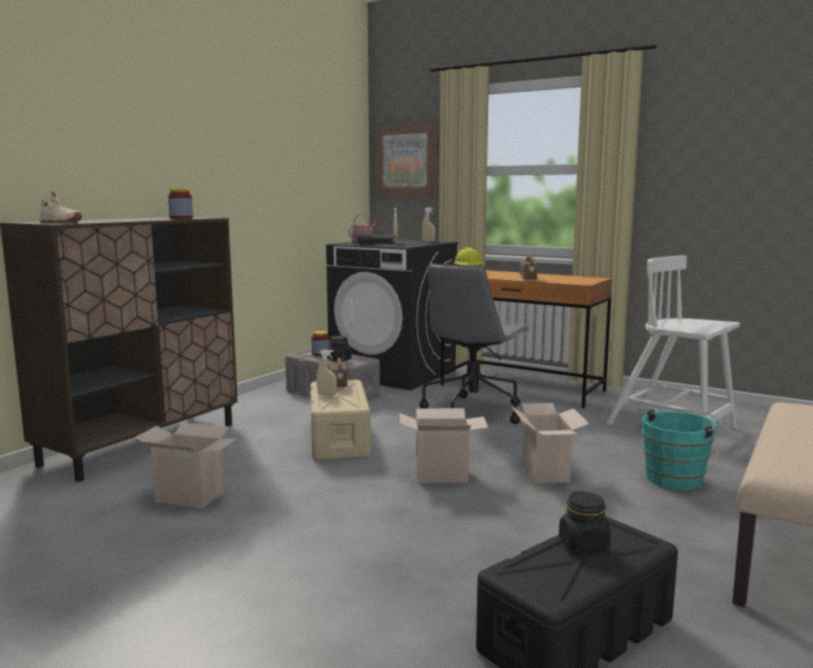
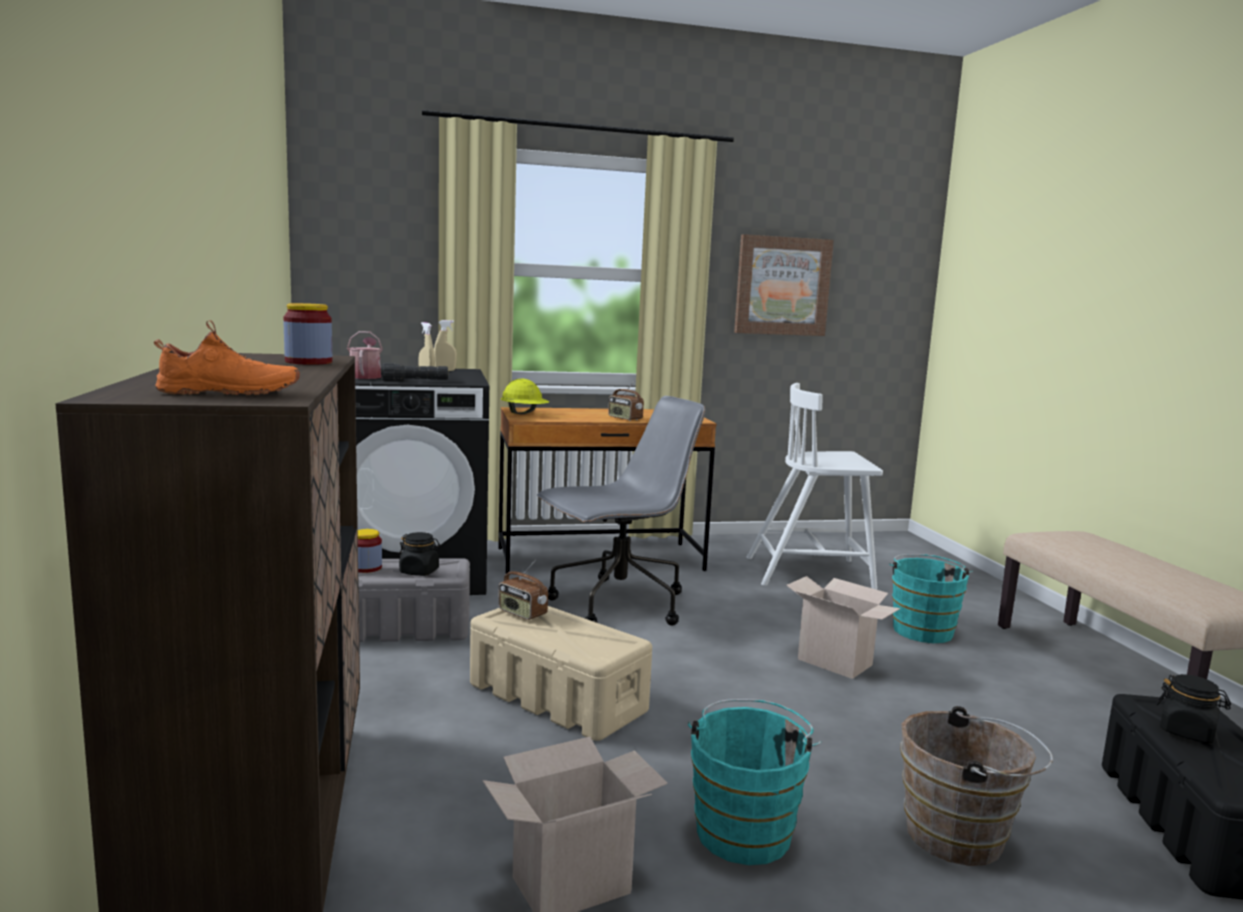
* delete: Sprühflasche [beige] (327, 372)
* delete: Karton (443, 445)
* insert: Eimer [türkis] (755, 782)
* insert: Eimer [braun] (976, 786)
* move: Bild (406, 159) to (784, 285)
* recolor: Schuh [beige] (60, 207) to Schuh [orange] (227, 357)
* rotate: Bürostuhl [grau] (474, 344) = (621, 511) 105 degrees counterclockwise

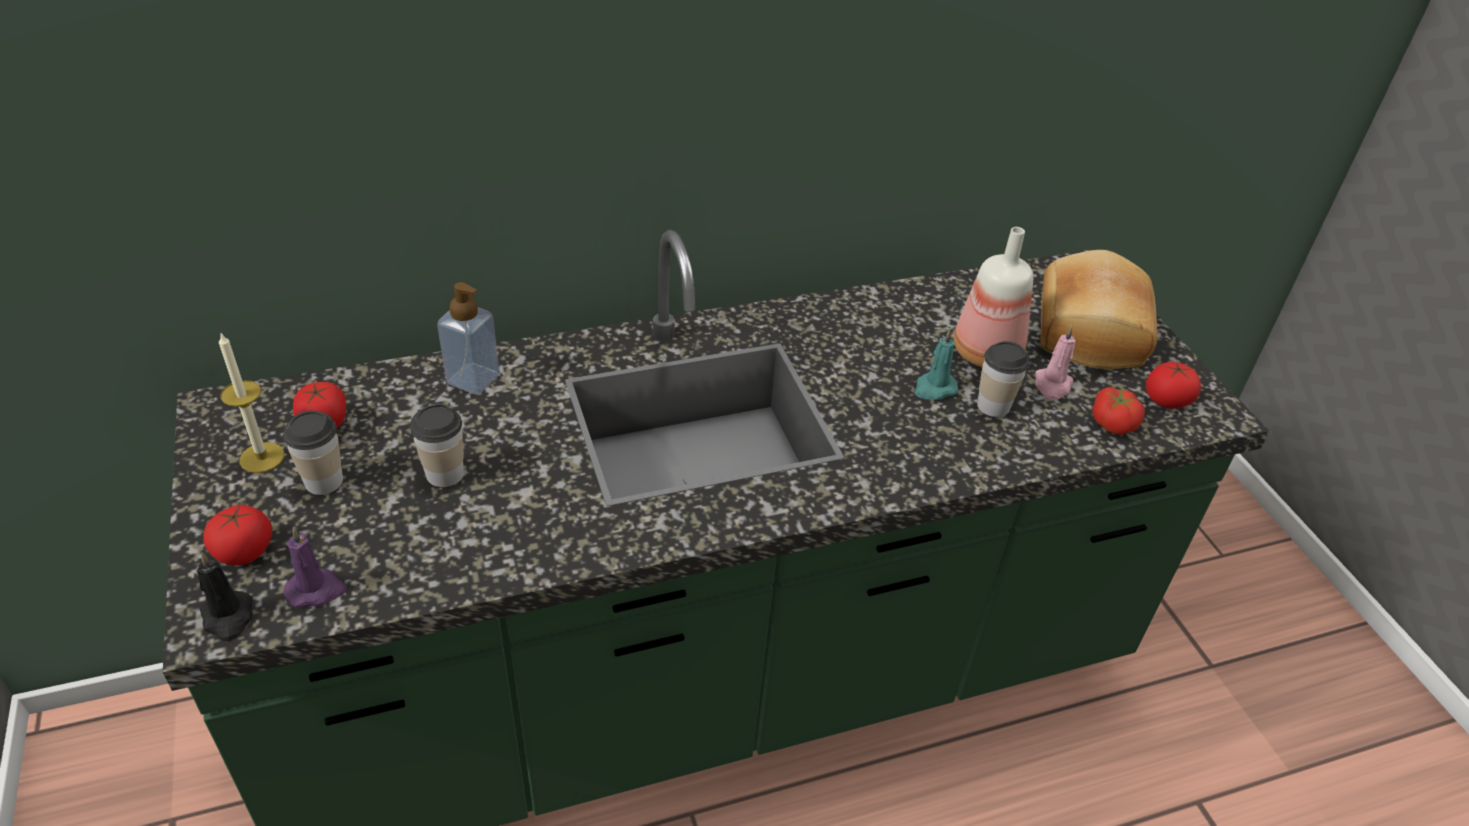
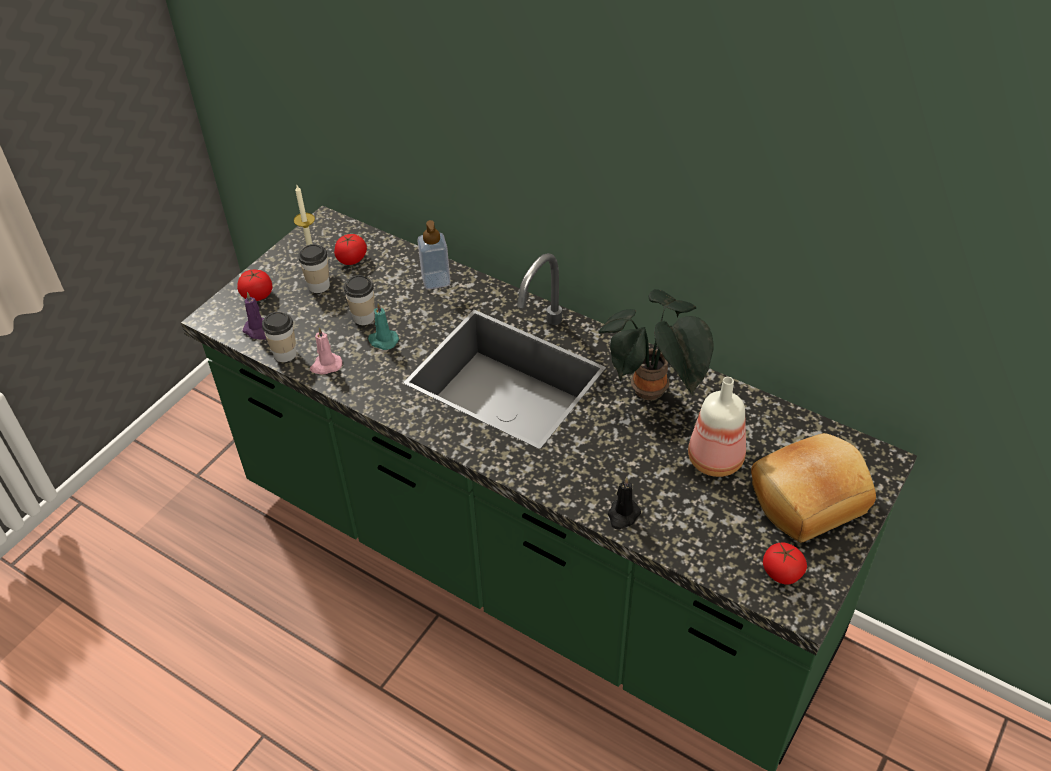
* delete: Tomate (1118, 411)
* insert: Topfpflanze (656, 344)
* move: Kerze [schwarz] (224, 596) to (624, 503)
* move: Kerze [türkis] (936, 364) to (383, 326)
* move: Tasse (1003, 379) to (279, 337)
* move: Kerze [rosa] (1055, 363) to (326, 350)

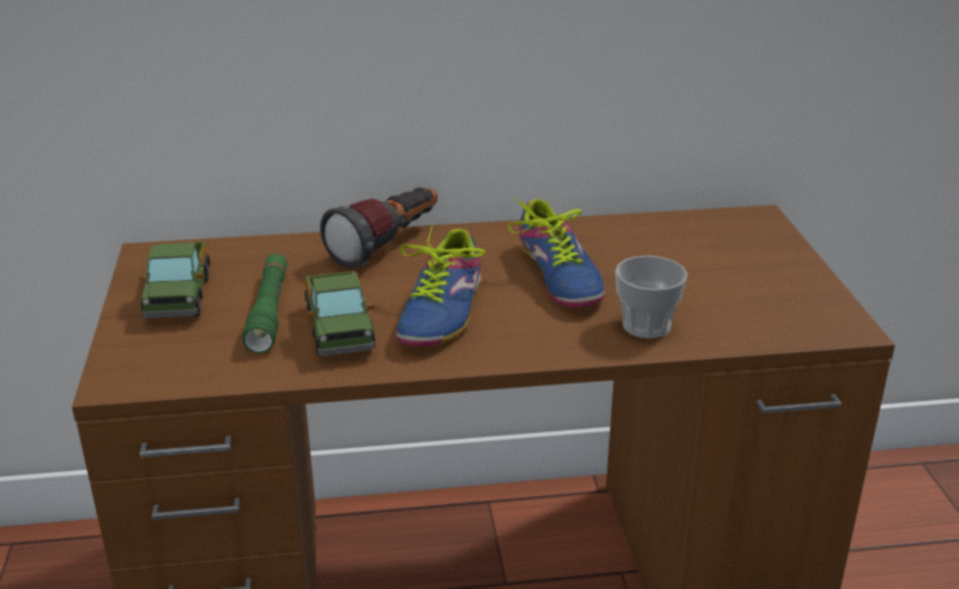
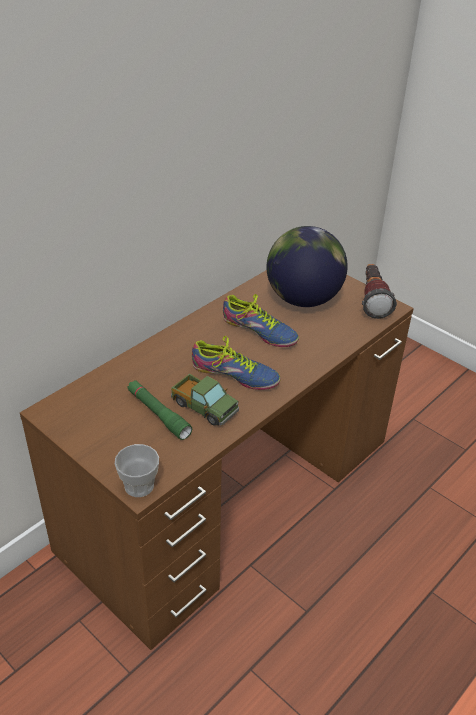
* delete: Spielzeuglaster (174, 280)
* insert: Globus (307, 266)
* move: Taschenlampe (379, 228) to (379, 291)
* move: Tasse (651, 297) to (137, 470)
* rotate: Schuh (440, 284) = (236, 363) 45 degrees counterclockwise

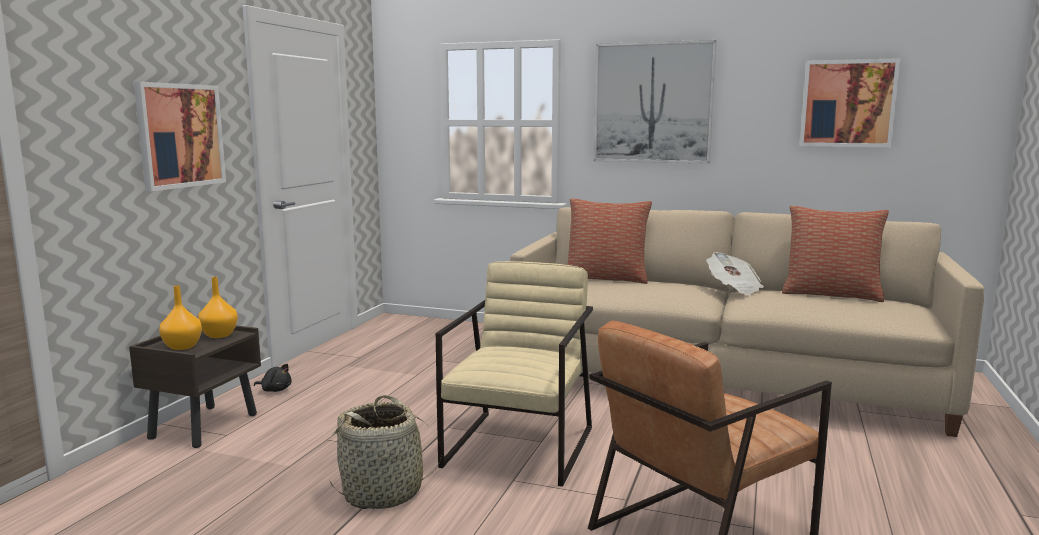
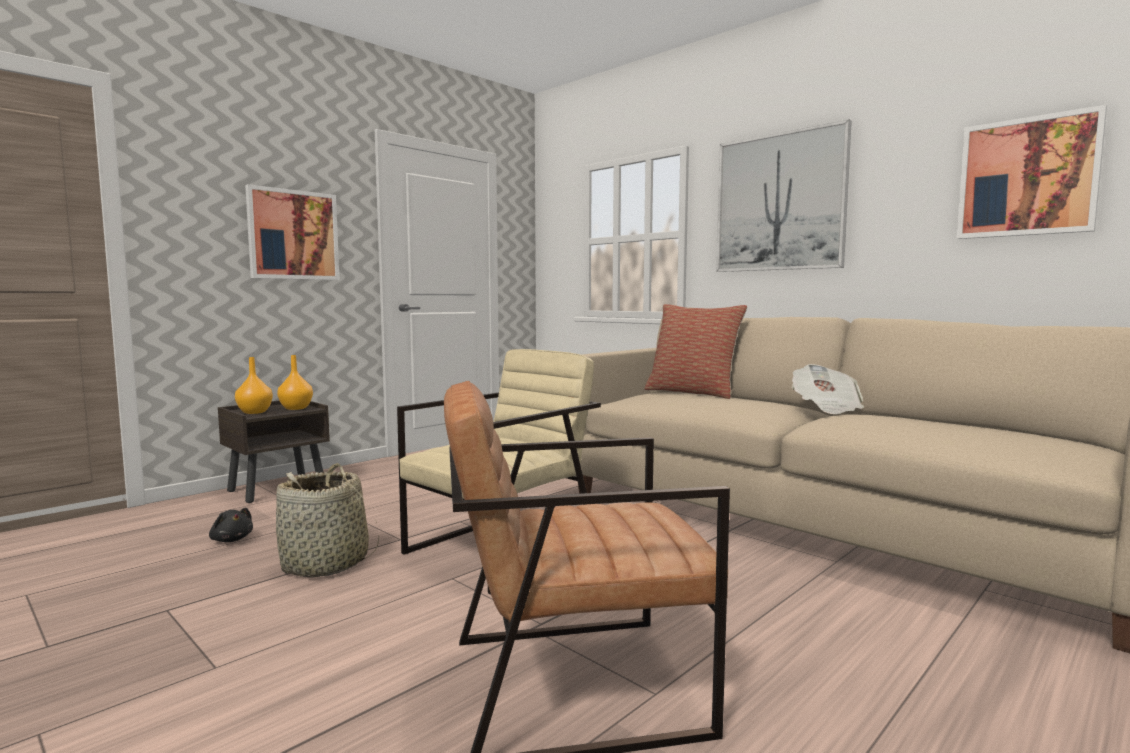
* delete: Kissen (835, 254)
* move: Plüschtier [schwarz] (273, 378) to (231, 525)

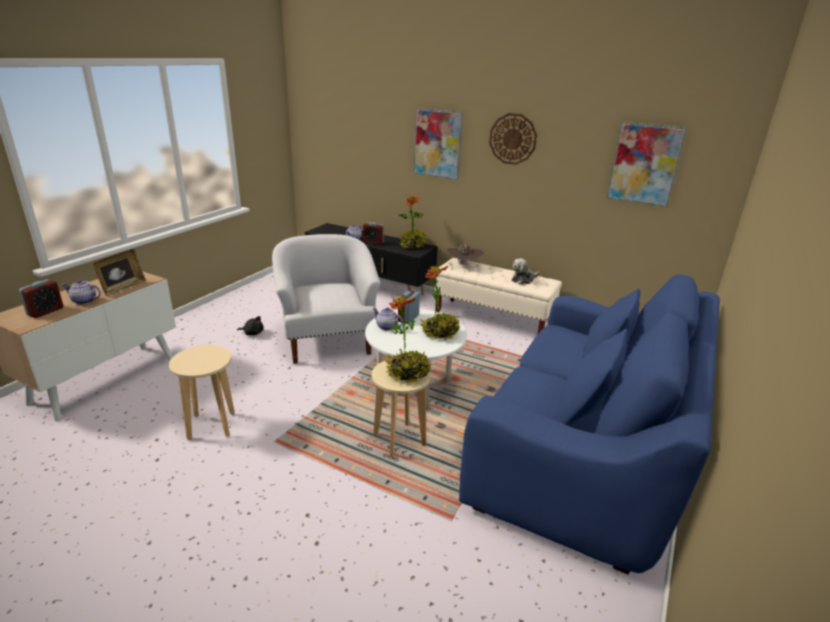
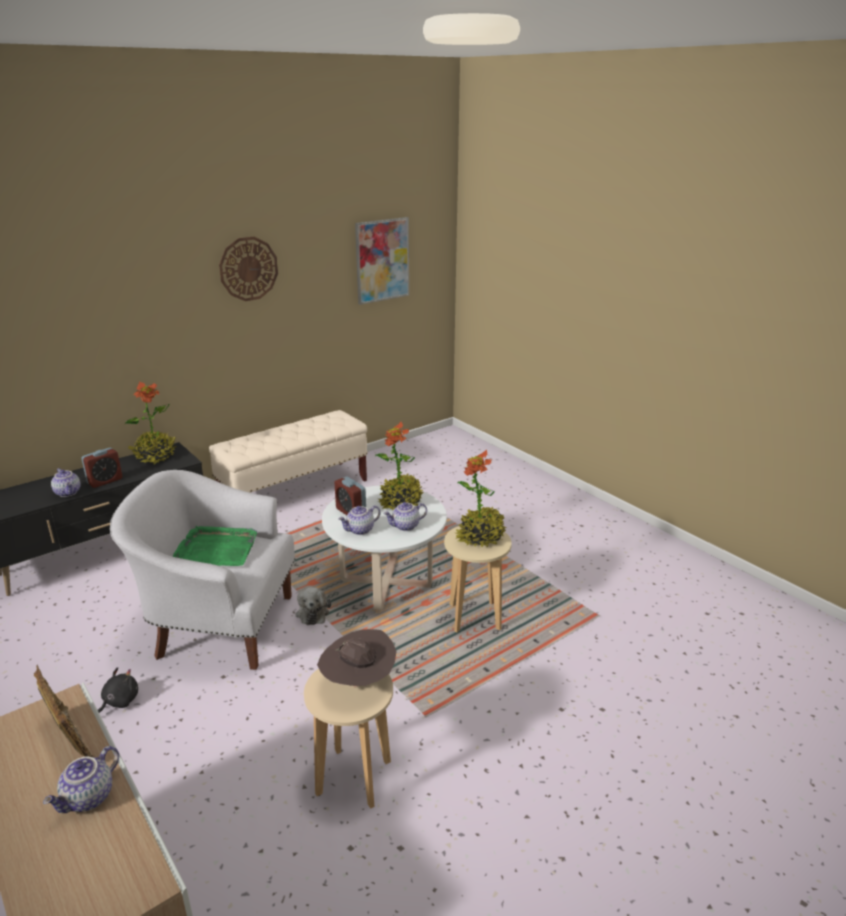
* delete: Wecker (41, 298)
* delete: Bild (438, 144)
* delete: Sofa [blau] (589, 424)
* insert: Tablett [grün] (215, 546)
* insert: Teekanne (405, 516)
* move: Hut [braun] (465, 254) to (357, 658)
* move: Plüschtier (526, 272) to (313, 606)

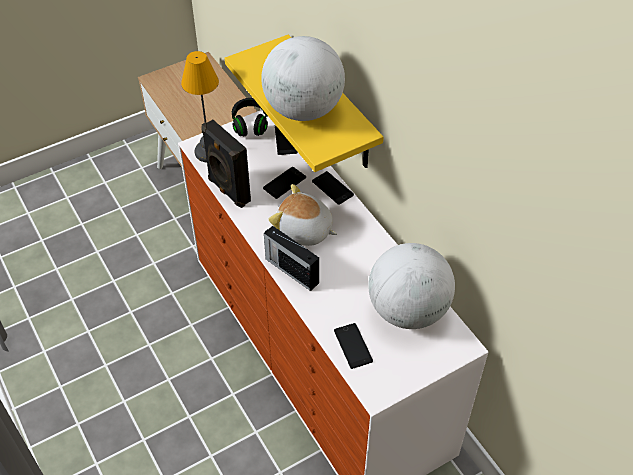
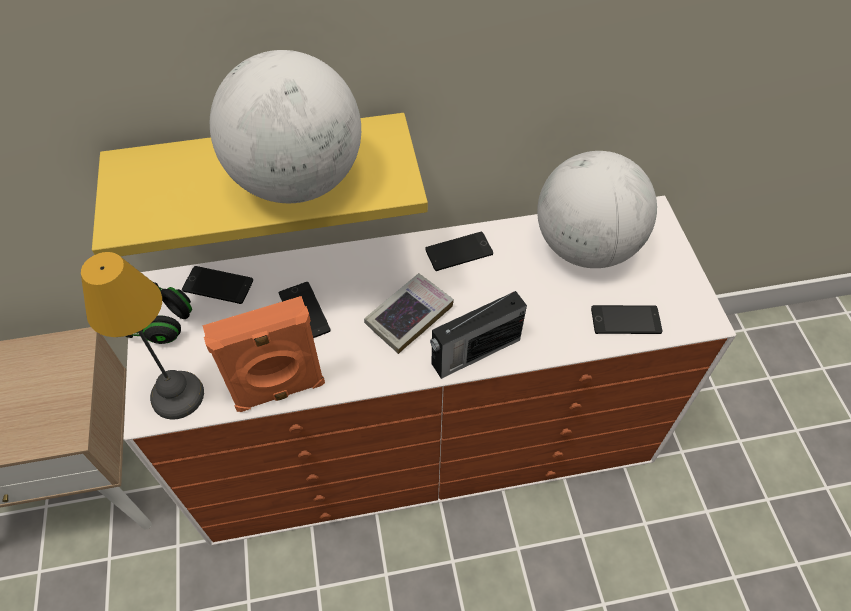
* move: Handy (333, 188) to (459, 251)
* replace: Plüschtier (302, 215) to Buch (409, 313)
* recolor: Lautsprecher [schwarz] (226, 164) to Lautsprecher [orange] (263, 354)

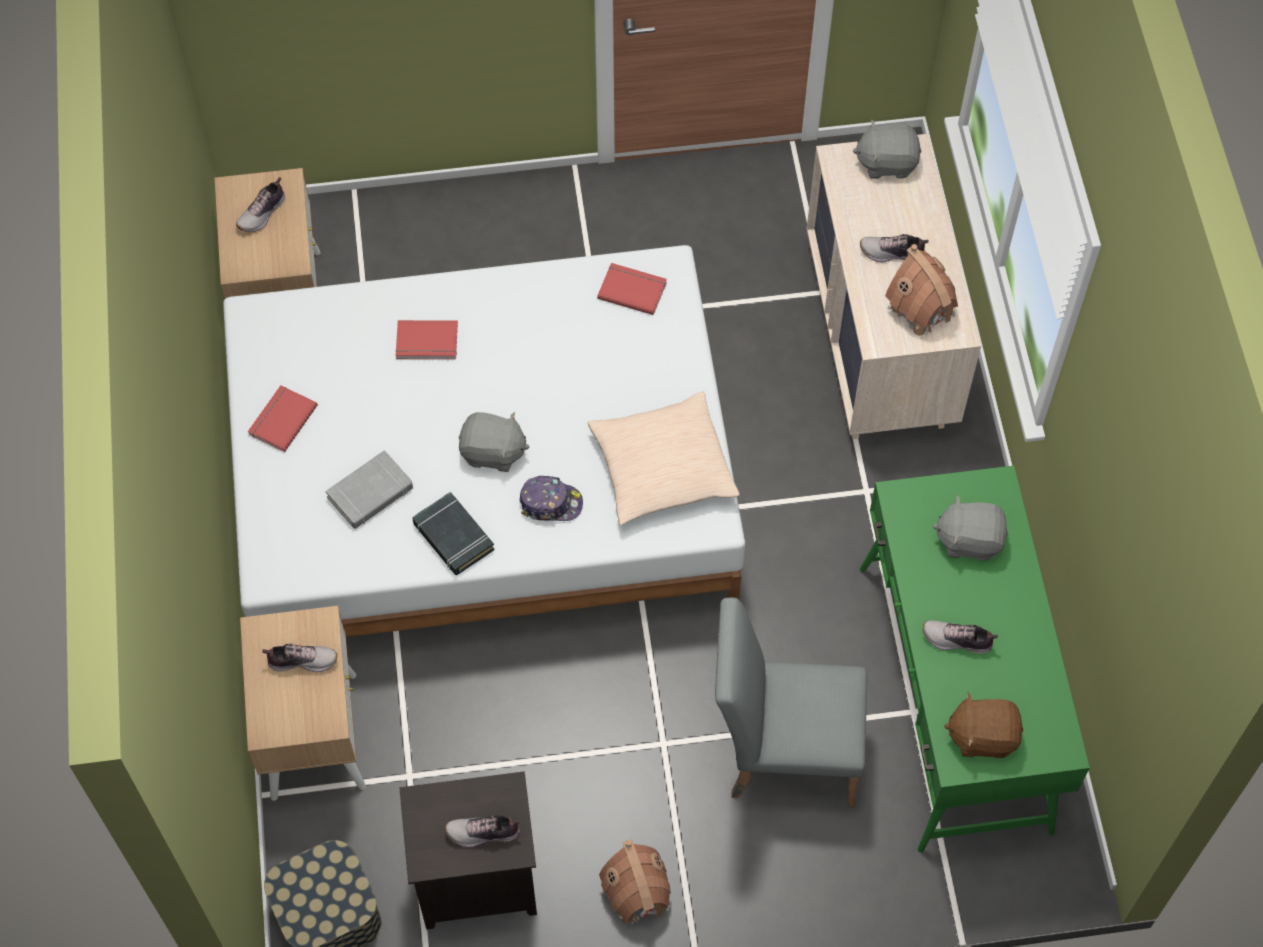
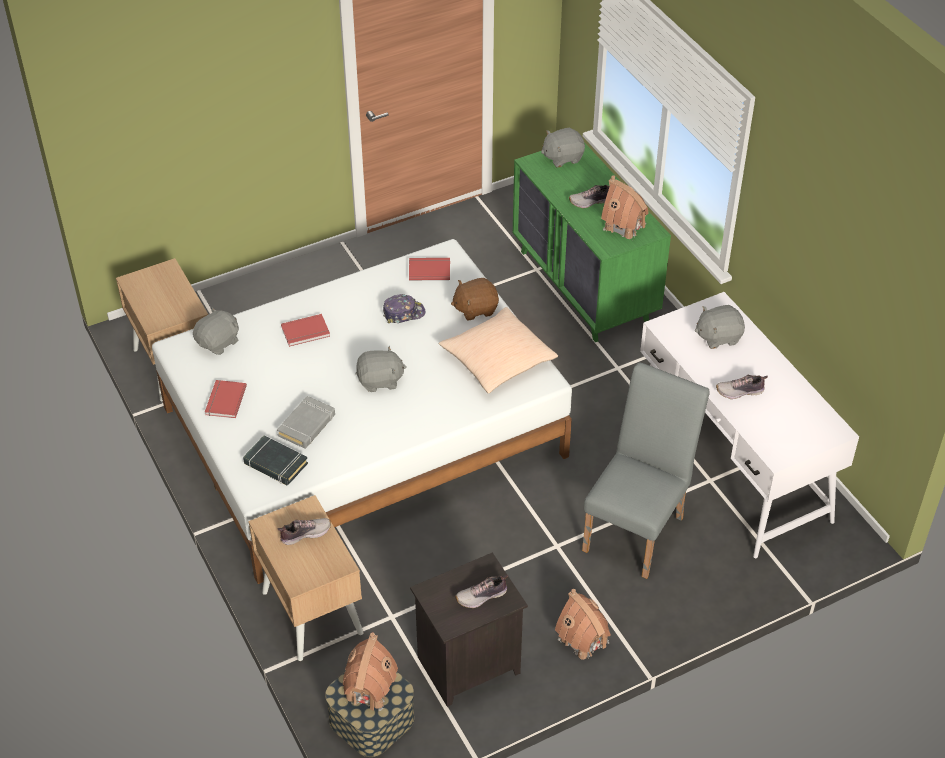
* delete: Schuh (260, 204)
* insert: Plüschtier [grau] (216, 331)
* insert: Spielzeughaus (370, 672)
* move: Buch [schwarz] (454, 533) to (275, 460)
* move: Kappe (551, 498) to (404, 308)
* move: Plüschtier [braun] (983, 725) to (475, 299)
* recolor: Kommode [beige] (893, 286) to Kommode [grün] (591, 242)
* recolor: Schreibtisch [grün] (975, 659) to Schreibtisch [weiß] (749, 425)
* rotate: Stuhl [grau] (791, 701) = (646, 471) 135 degrees clockwise

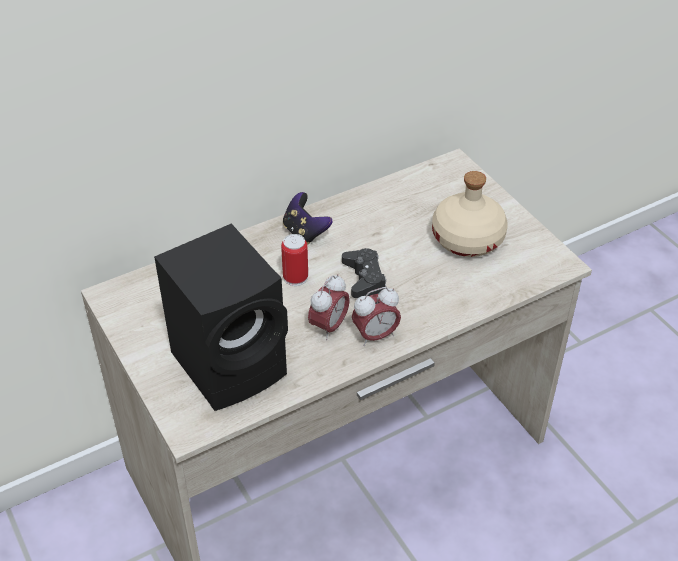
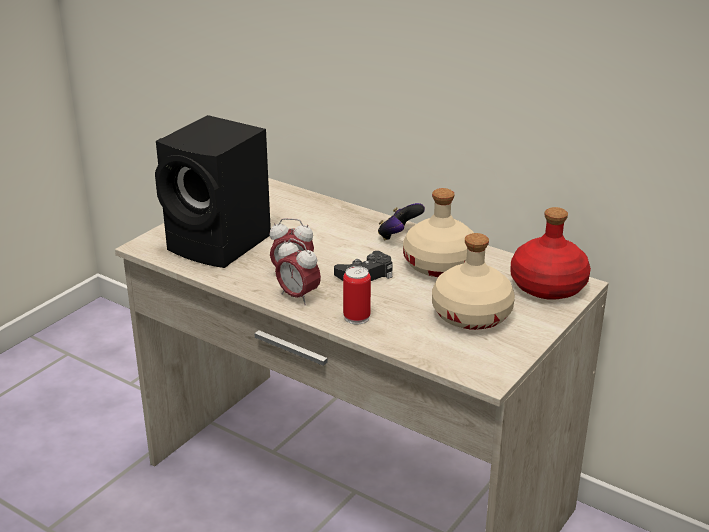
* insert: Flasche [beige] (438, 232)
* insert: Flasche [rot] (550, 253)
* move: Dose (294, 260) to (357, 295)

